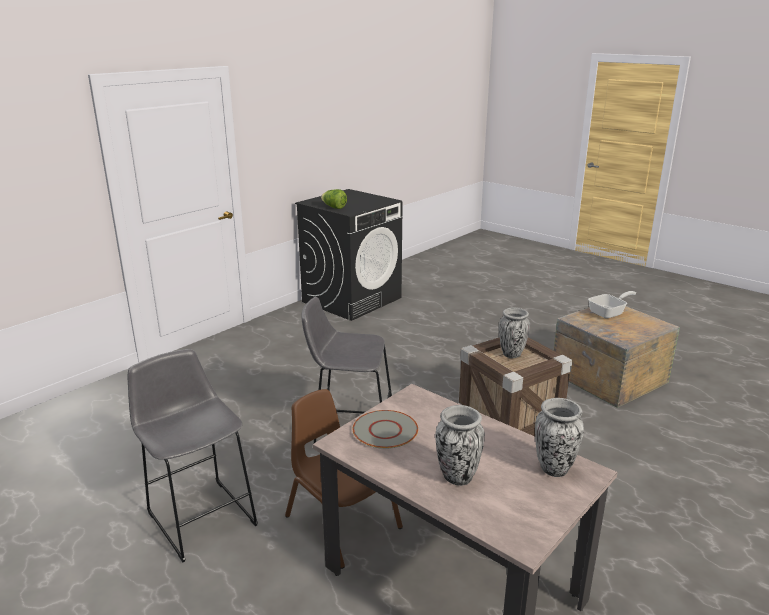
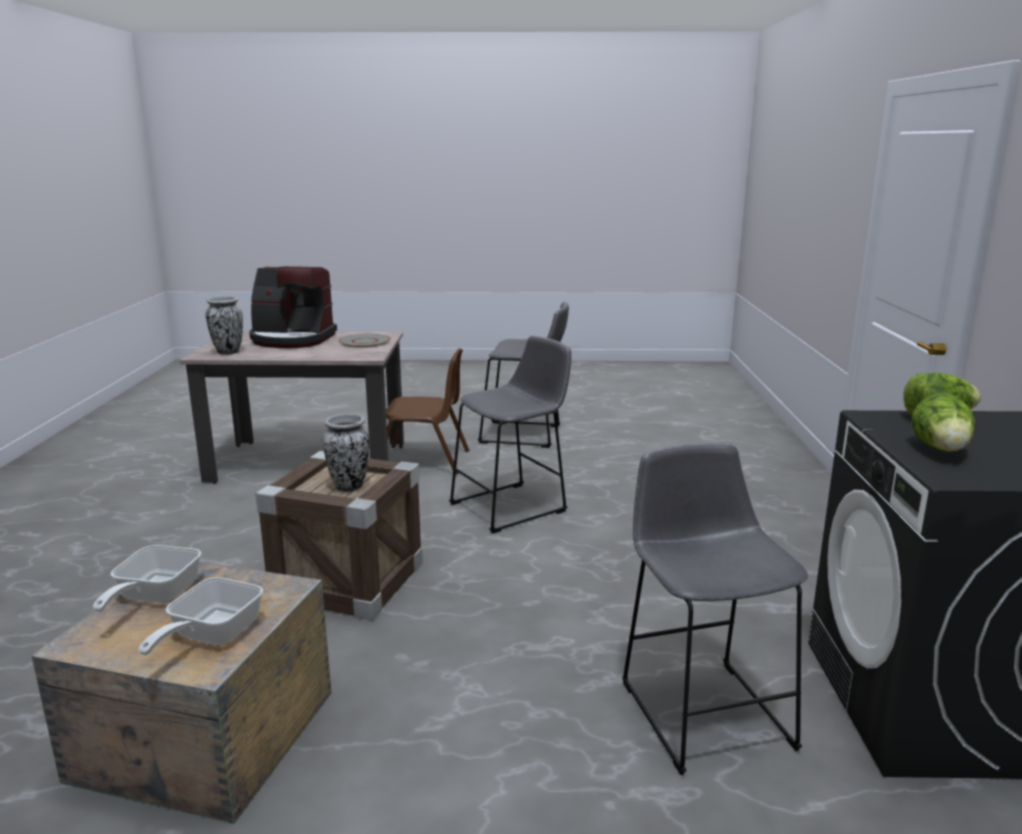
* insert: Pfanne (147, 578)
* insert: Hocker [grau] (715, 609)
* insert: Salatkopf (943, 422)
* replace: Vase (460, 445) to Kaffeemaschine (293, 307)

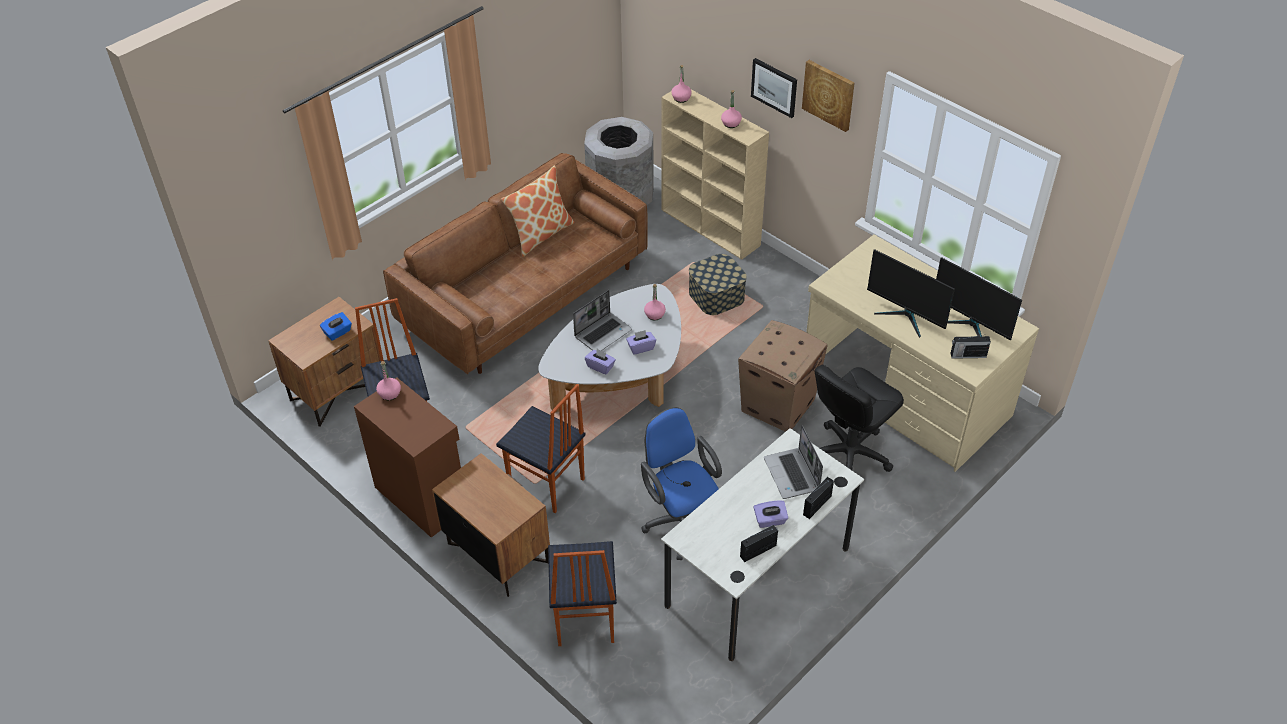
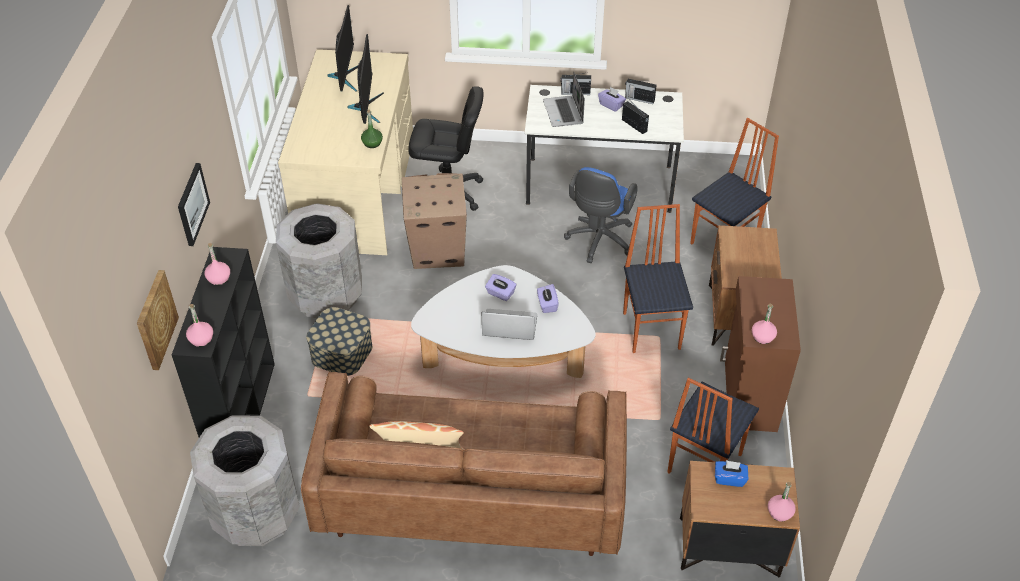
* insert: Mülleimer [grau] (319, 260)
* insert: Flasche [grün] (372, 129)
* move: Flasche [rosa] (655, 302) to (782, 501)
* move: Bild (828, 96) to (158, 320)
* move: Radio (971, 346) to (635, 117)
* recolor: Bücherregal [beige] (715, 174) to Bücherregal [schwarz] (223, 342)
* rotate: Laptop (793, 462) = (564, 99) 135 degrees clockwise

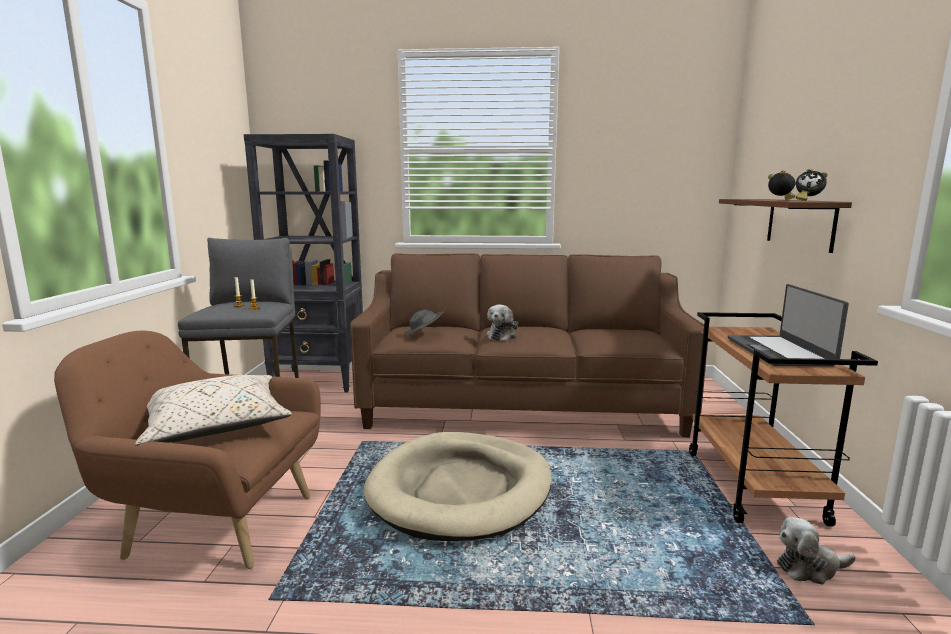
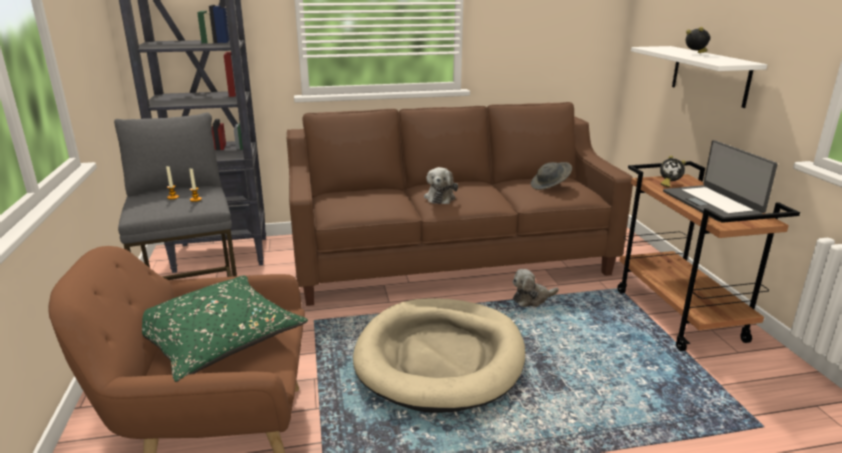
* move: Hut [grau] (424, 323) to (551, 176)
* move: Plüschtier (816, 551) to (536, 288)
* move: Wecker (812, 185) to (673, 171)
* recolor: Kissen [beige] (213, 410) to Kissen [grün] (225, 328)
* recolor: Wandregal [braun] (785, 226) to Wandregal [weiß] (699, 77)

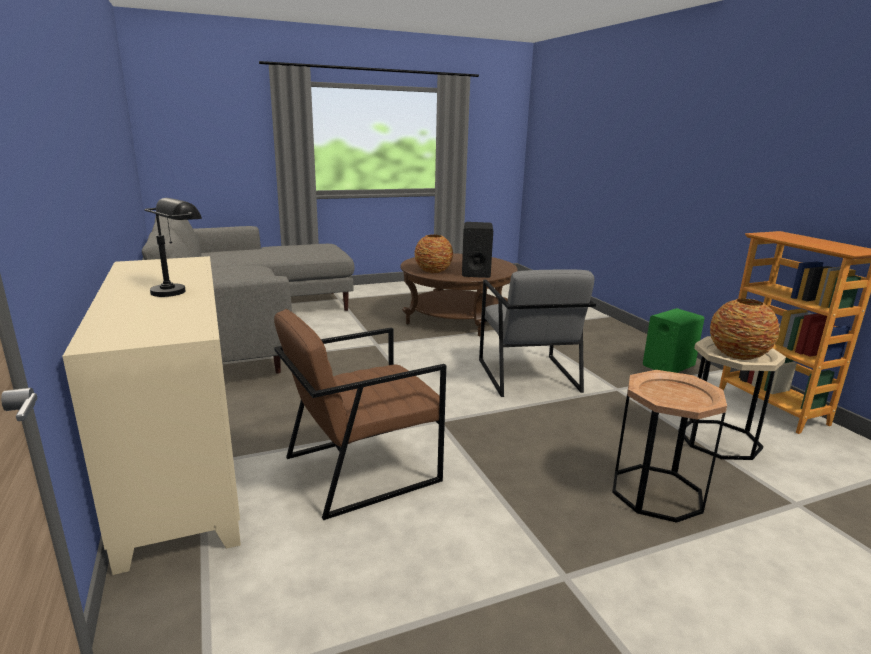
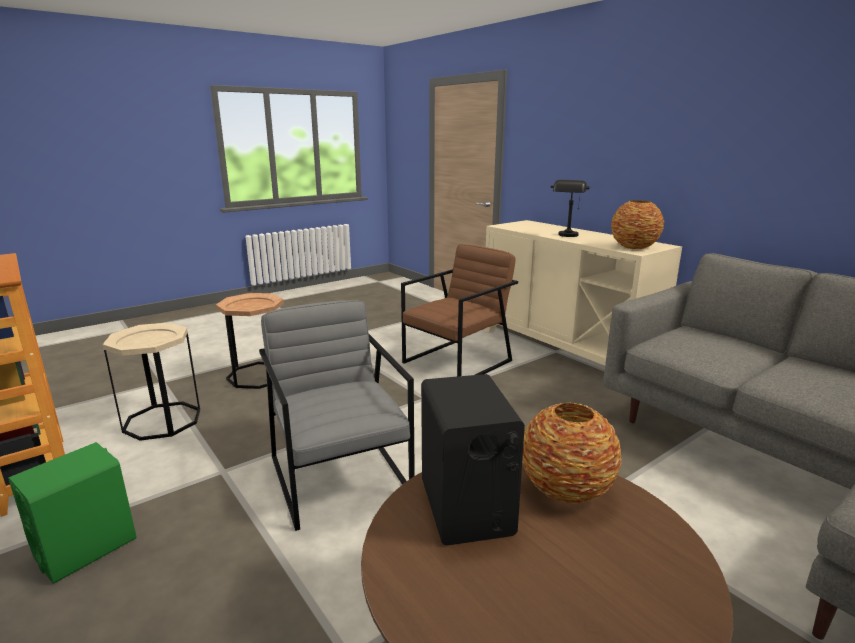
* move: Vase (745, 329) to (637, 224)

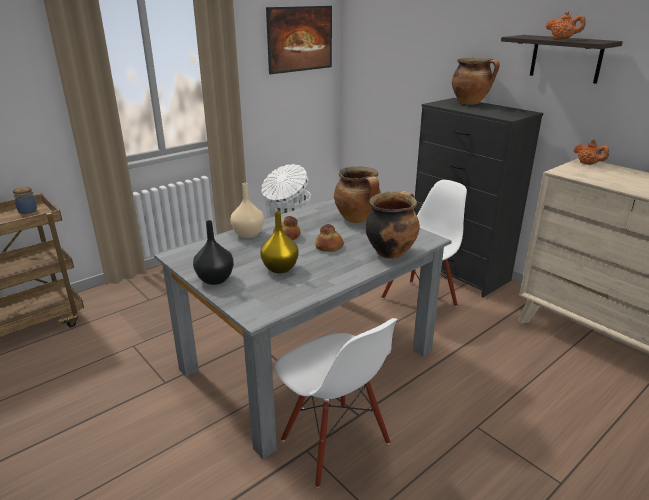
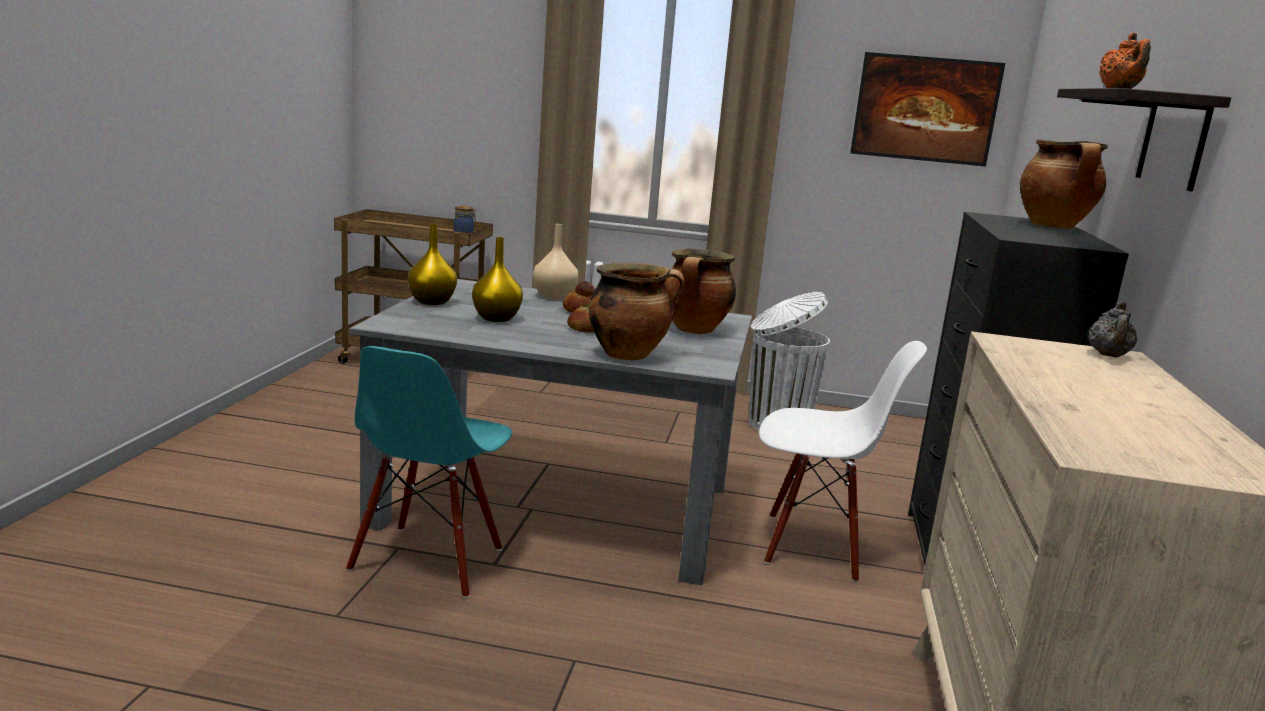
* recolor: Vase [schwarz] (213, 252) to Vase [gelb] (432, 264)
* recolor: Stuhl [weiß] (336, 403) to Stuhl [türkis] (429, 472)
* recolor: Teekanne [orange] (591, 152) to Teekanne [grau] (1112, 330)

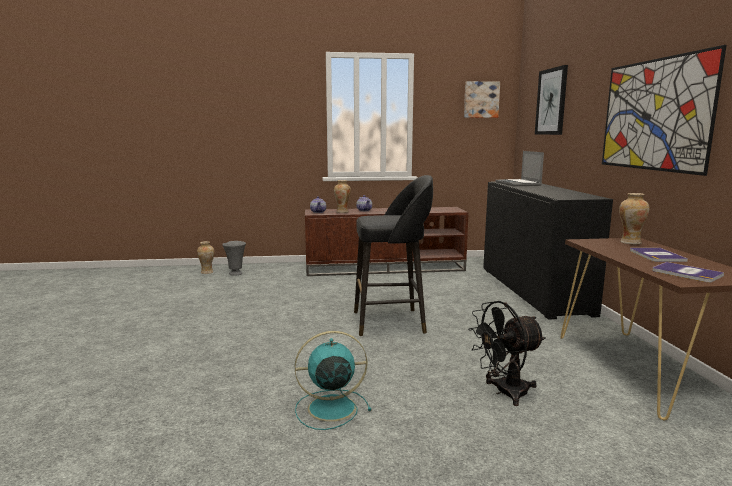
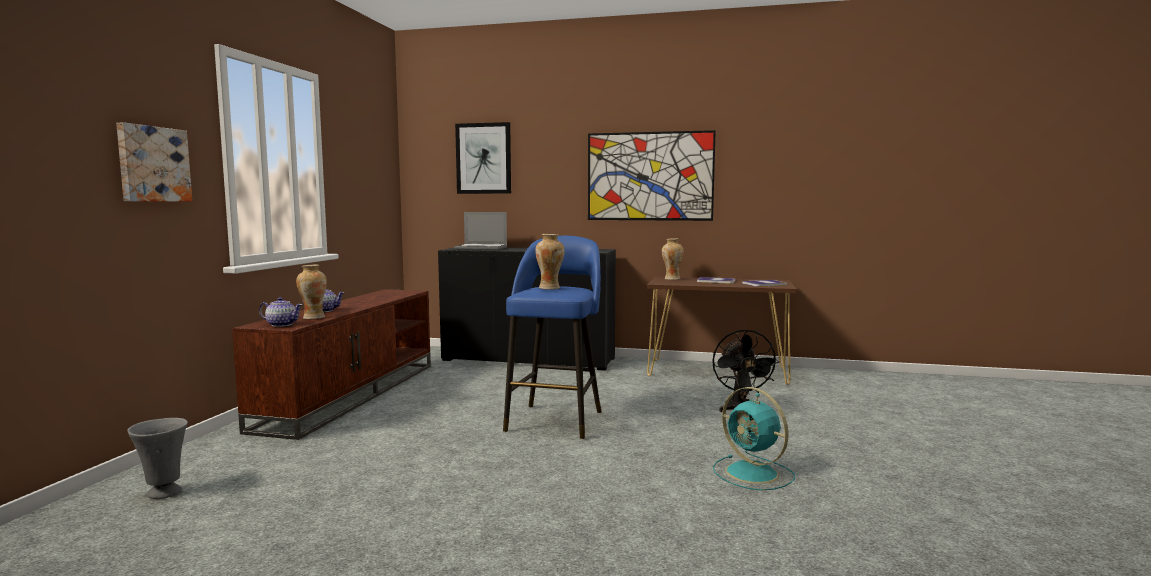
* move: Vase (206, 257) to (550, 262)
* move: Bild (482, 99) to (154, 161)
* recolor: Hocker [schwarz] (393, 255) to Hocker [blau] (552, 337)
* rotate: Ventilator [türkis] (333, 380) = (754, 438) 45 degrees counterclockwise

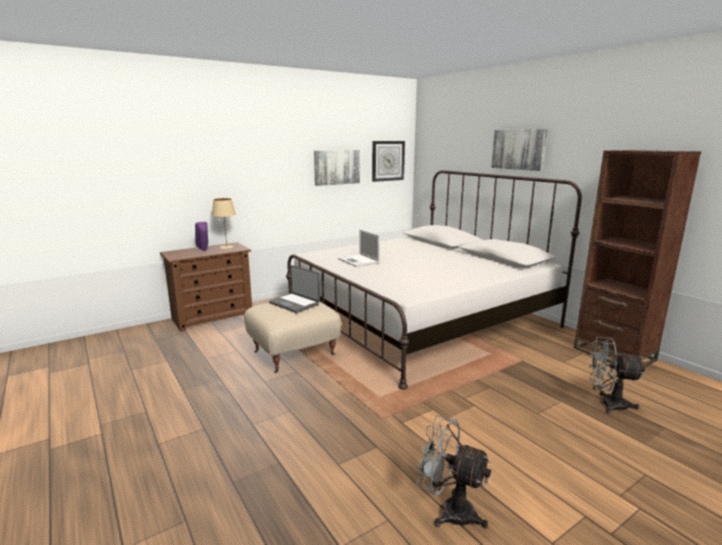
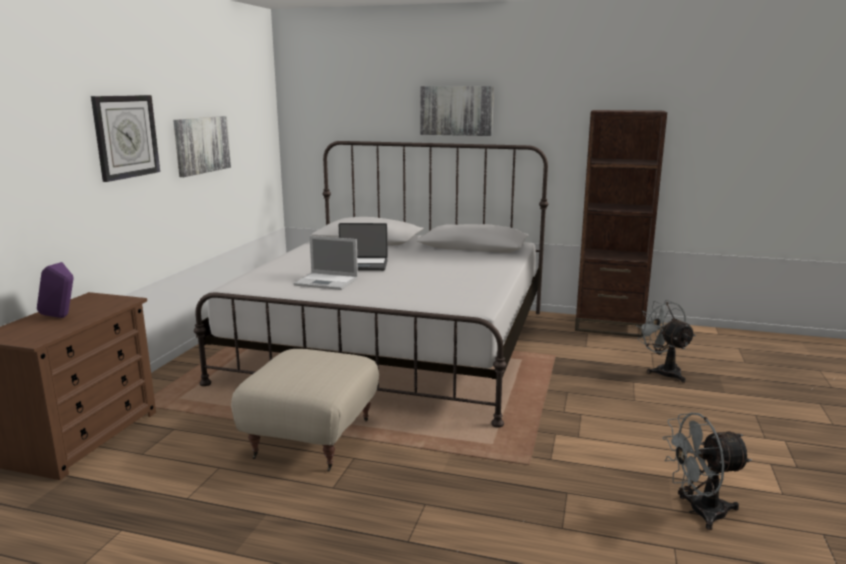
* delete: Tischlampe [beige] (224, 223)
* move: Laptop (294, 289) to (363, 247)
* move: Wanduhr (388, 161) to (125, 138)
* rotate: Ventilator [grau] (617, 375) = (666, 341) 90 degrees clockwise

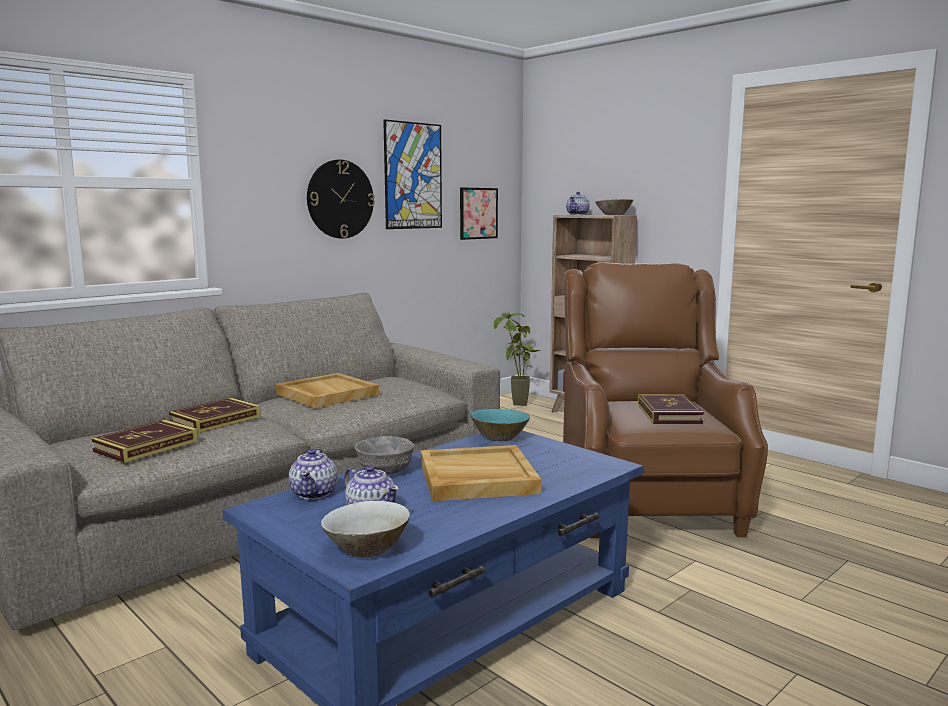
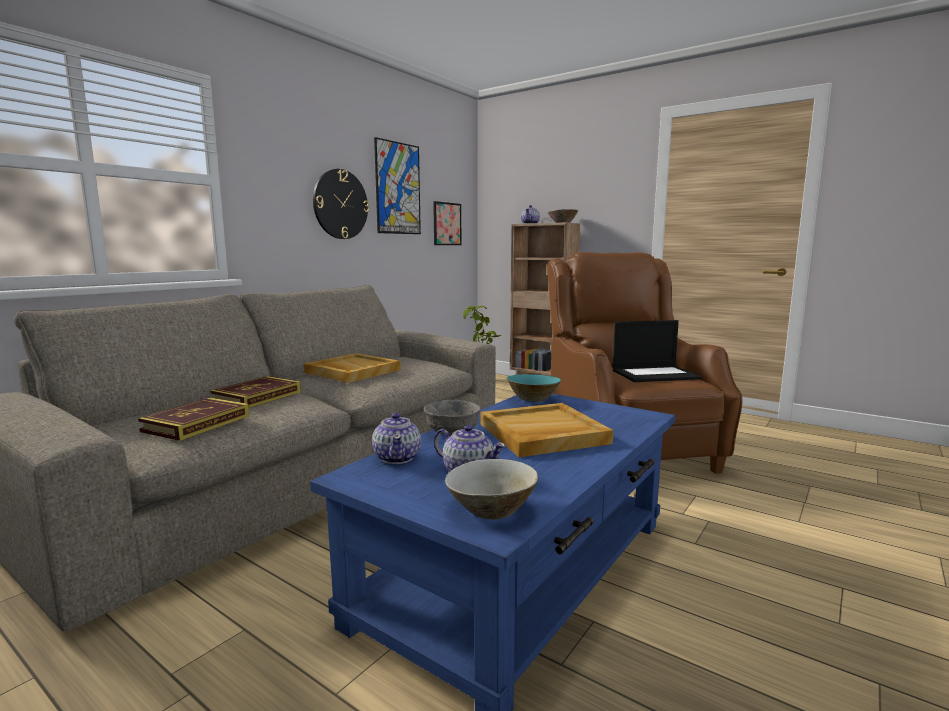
* replace: Buch (671, 409) to Laptop (657, 351)

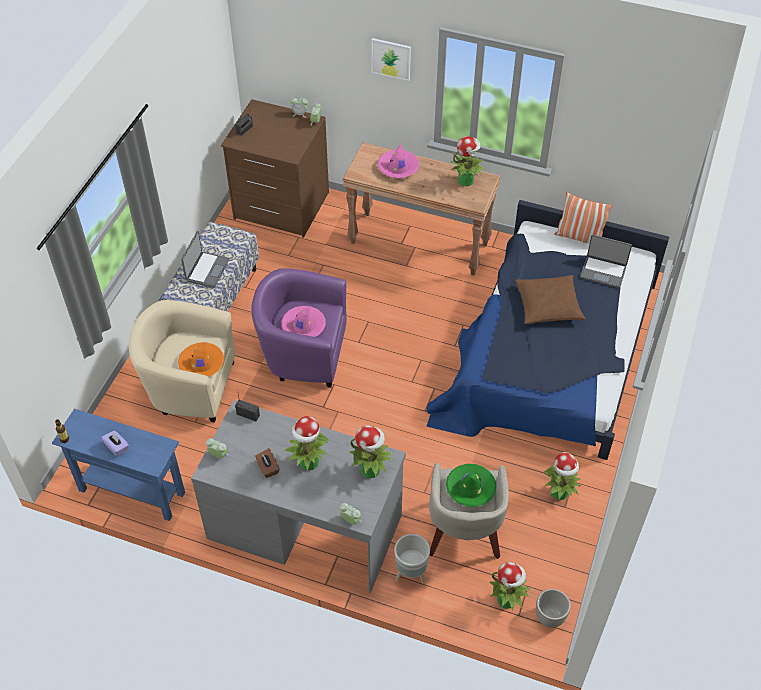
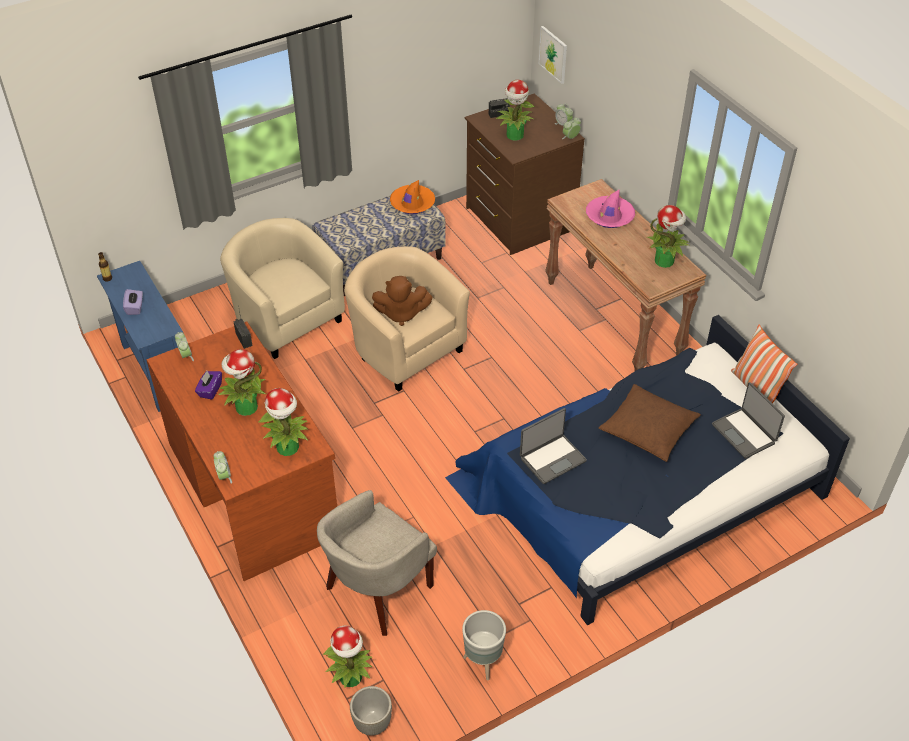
* delete: Hut [grün] (471, 485)
* move: Hut [orange] (201, 359) to (412, 197)
* move: Laptop (205, 259) to (553, 446)
* move: Bild (391, 59) to (553, 55)
* move: Pflanzkübel [grau] (412, 559) to (484, 645)
* move: Topfpflanze (562, 476) to (515, 110)
* replace: Hut [rosa] (303, 321) to Plüschtier [braun] (402, 301)
* recolor: Schreibtisch [grau] (298, 496) to Schreibtisch [braun] (242, 451)
* recolor: Sessel [lila] (299, 328) to Sessel [beige] (407, 319)
* recolor: Taschentuchbox [braun] (267, 463) to Taschentuchbox [lila] (208, 385)

